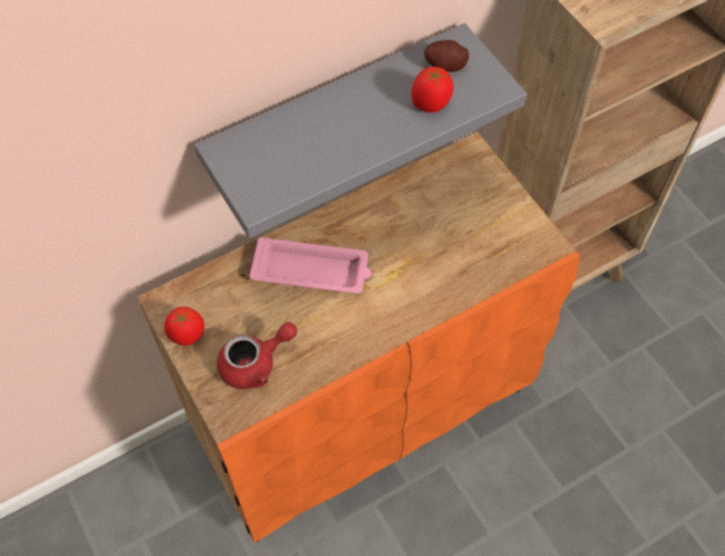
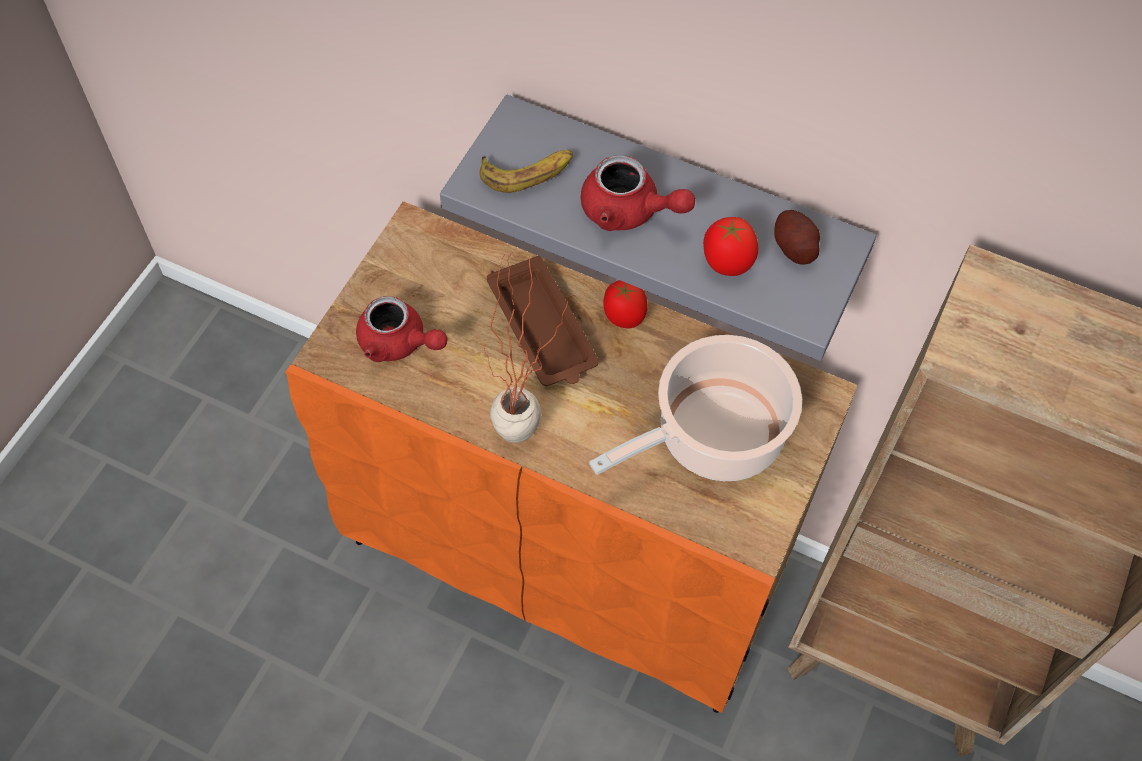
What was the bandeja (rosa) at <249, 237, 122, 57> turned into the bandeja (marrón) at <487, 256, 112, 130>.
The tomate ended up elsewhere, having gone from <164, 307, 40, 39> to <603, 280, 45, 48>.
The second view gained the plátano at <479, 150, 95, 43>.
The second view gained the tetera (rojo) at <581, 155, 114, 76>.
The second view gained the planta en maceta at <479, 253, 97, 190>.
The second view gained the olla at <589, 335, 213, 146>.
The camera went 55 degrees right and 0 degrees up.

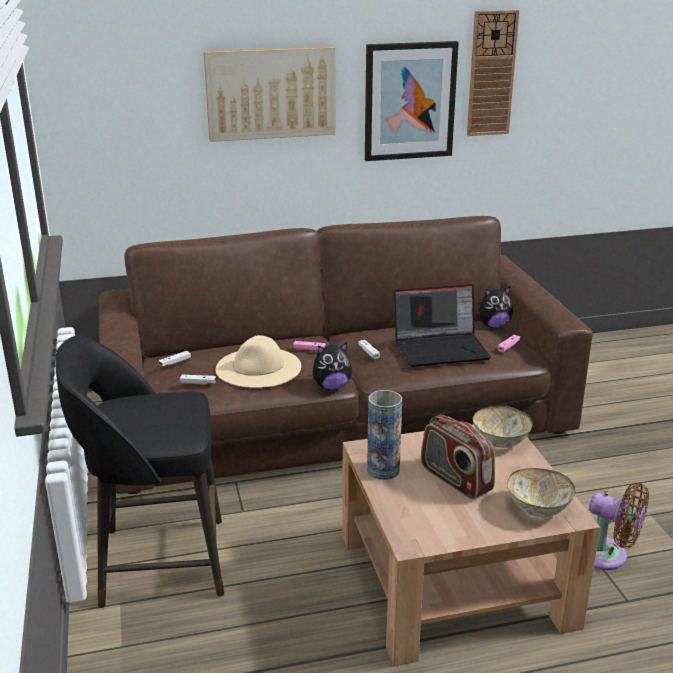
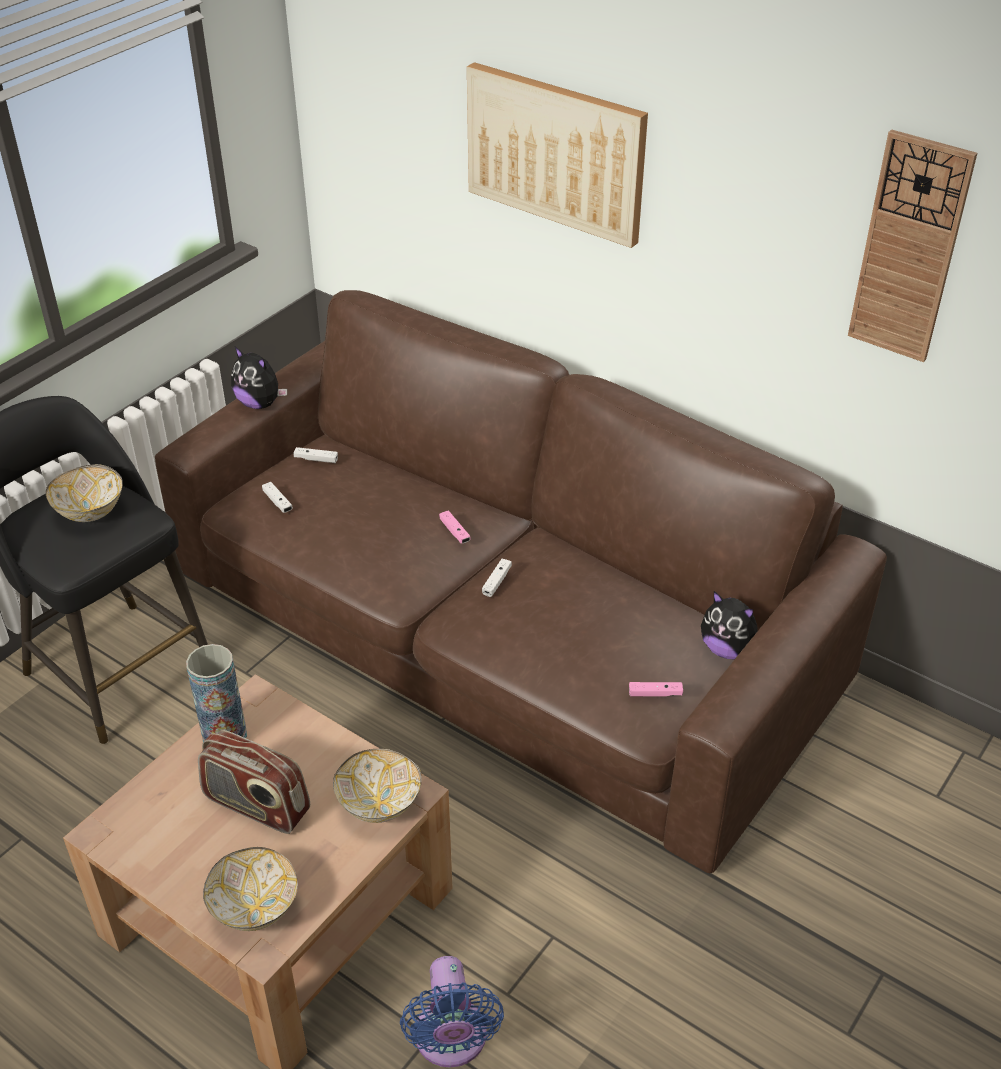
The second view lost the cuadro at <365, 41, 94, 120>.
The second view lost the portátil at <394, 284, 97, 83>.
The second view lost the sombrero (beis) at <216, 335, 85, 53>.
The peluche ended up elsewhere, having gone from <313, 342, 39, 48> to <231, 347, 56, 62>.
The radio at <421, 415, 74, 84> ended up facing another way, 75 degrees counterclockwise from before.
What was the ventilador (marrón) at <589, 483, 60, 87> turned into the ventilador (azul) at <400, 956, 104, 112>.
The second view gained the cuenco at <46, 464, 77, 58>.
The camera went 50 degrees right and 15 degrees up.

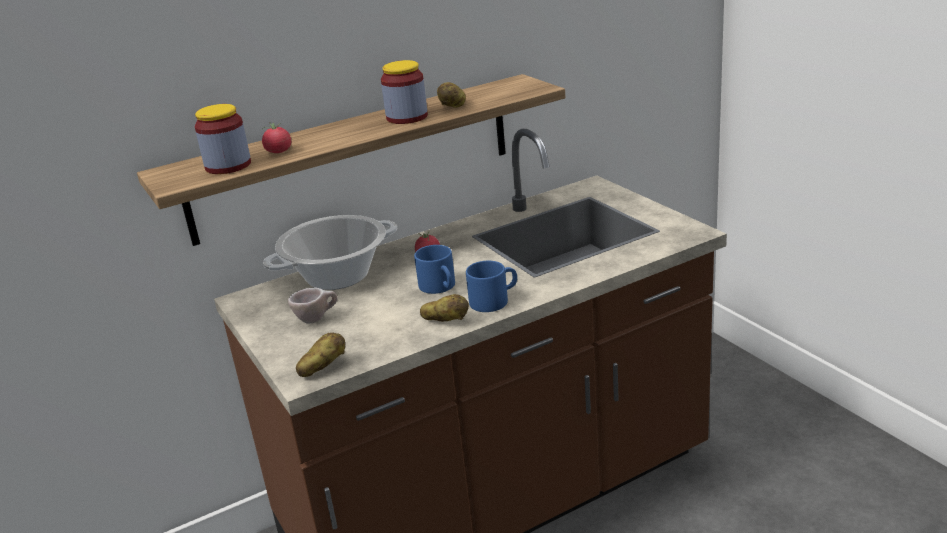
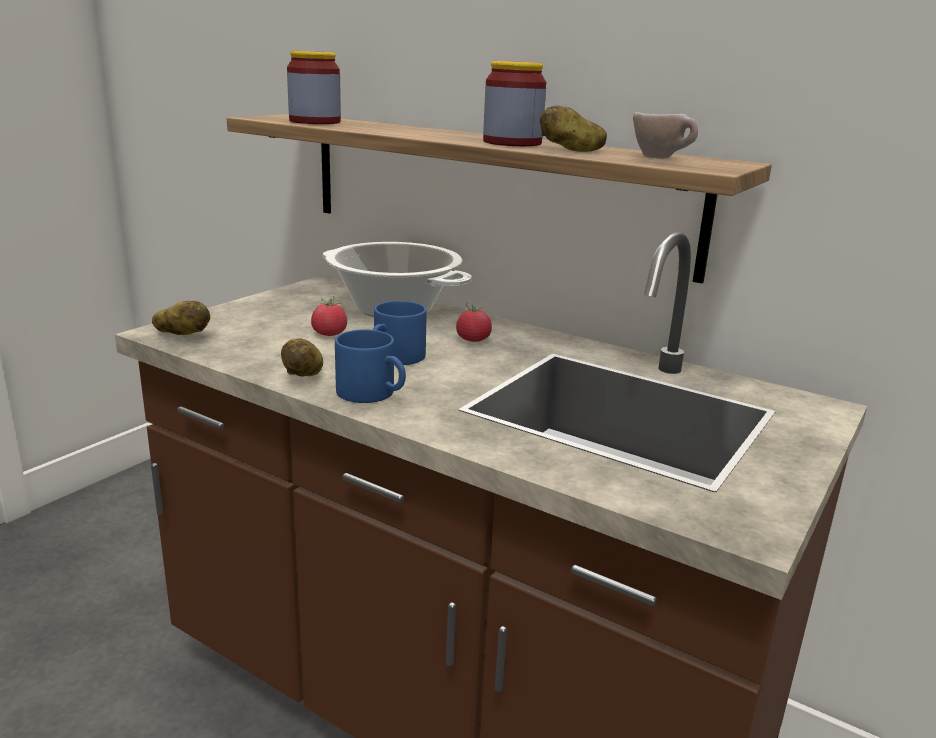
The tomate ended up elsewhere, having gone from <262, 123, 29, 30> to <311, 296, 36, 40>.
The taza (beis) ended up elsewhere, having gone from <288, 288, 49, 36> to <633, 112, 65, 47>.
The camera went 60 degrees right and 5 degrees down.

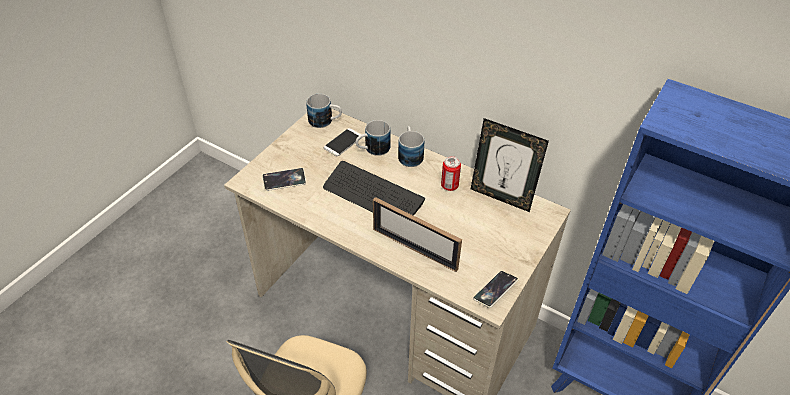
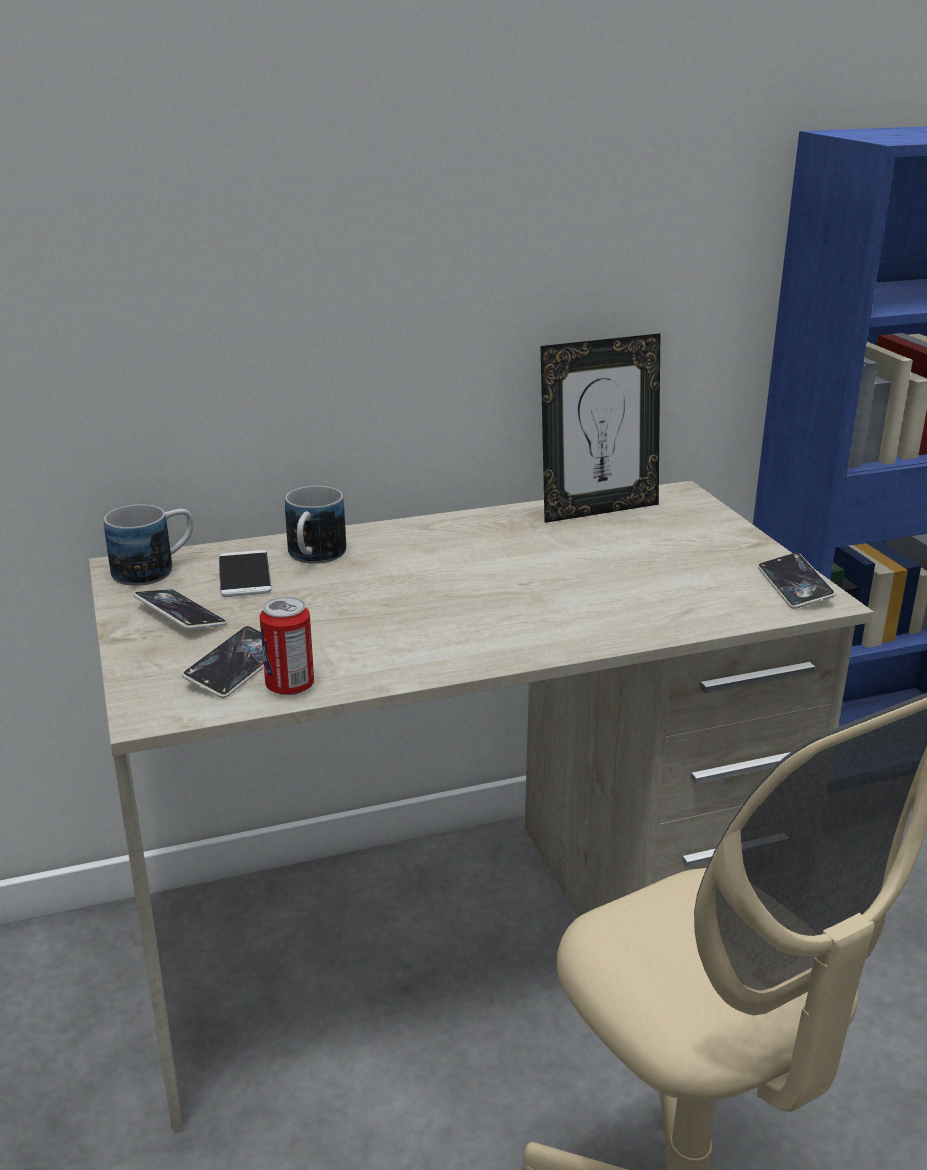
The second view lost the taza grande at <398, 126, 26, 41>.
The lata ended up elsewhere, having gone from <441, 156, 20, 35> to <260, 597, 54, 98>.
The second view lost the teclado at <323, 161, 102, 55>.
The second view lost the portarretratos at <373, 197, 89, 75>.
The second view gained the móvil at <133, 589, 94, 40>.
The camera went 50 degrees left and 20 degrees down.

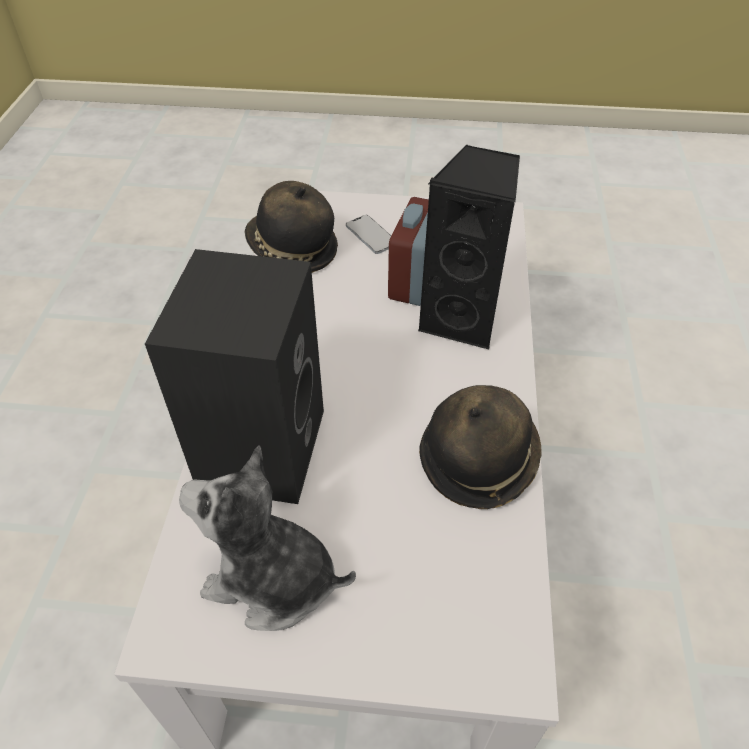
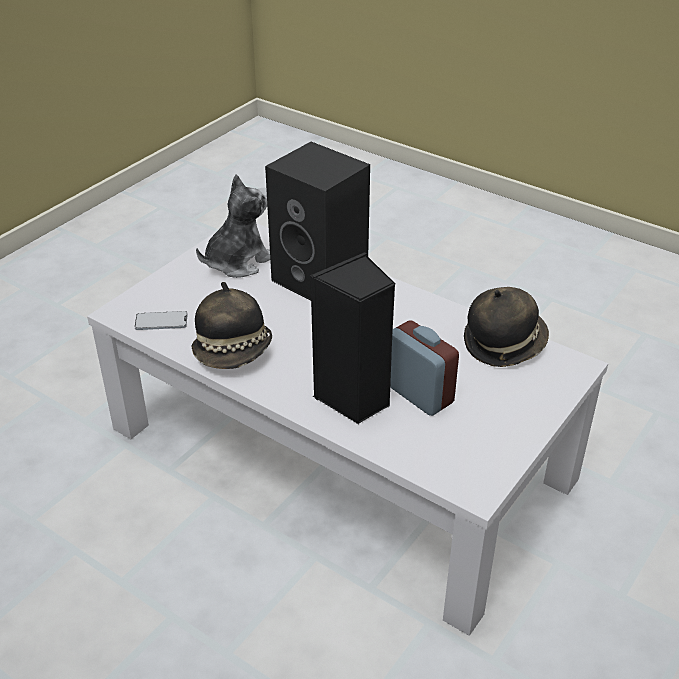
The móvil ended up elsewhere, having gone from <346, 215, 45, 39> to <135, 311, 53, 19>.
The camera went 120 degrees right and 10 degrees down.

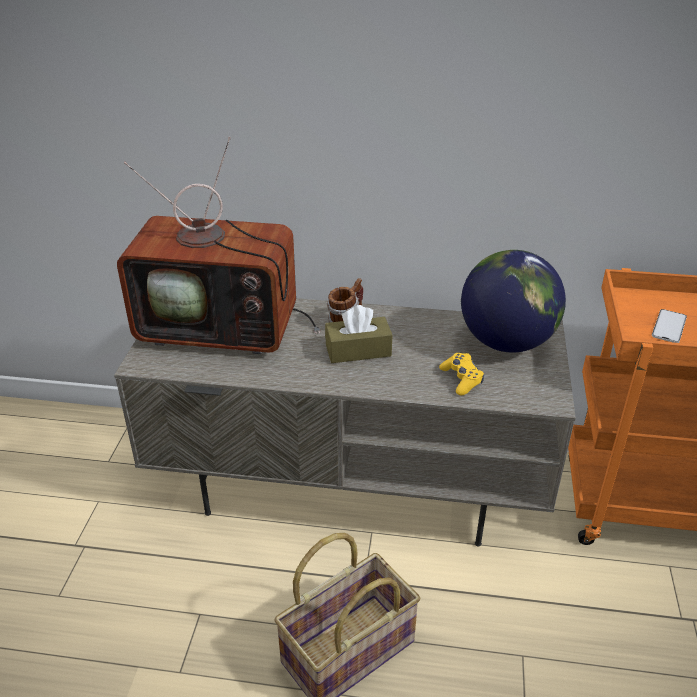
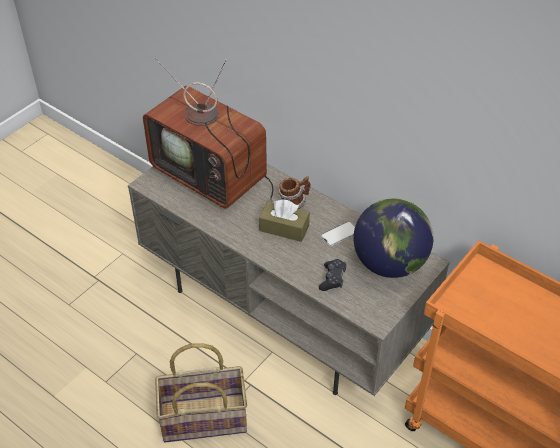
The móvil ended up elsewhere, having gone from <652, 309, 35, 34> to <320, 221, 35, 25>.
What was the mando de consola (amarillo) at <439, 353, 45, 42> turned into the mando de consola (negro) at <319, 259, 28, 32>.
The camera went 30 degrees right and 10 degrees up.

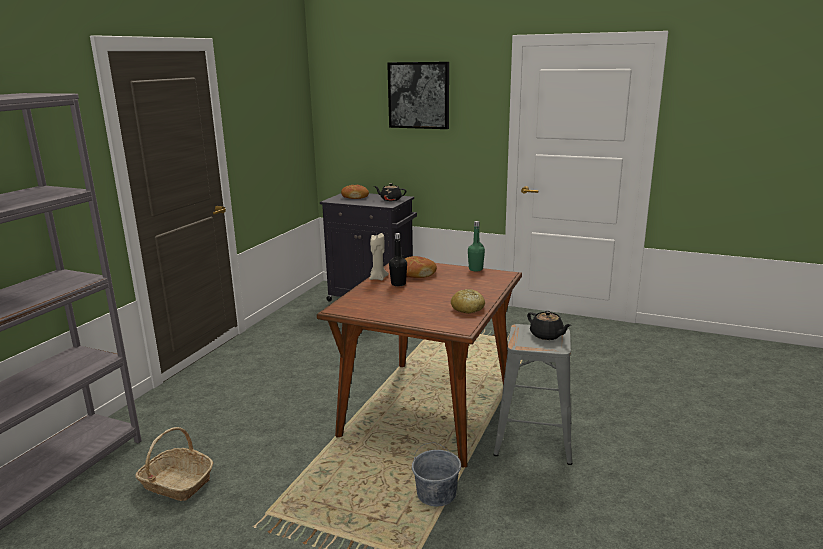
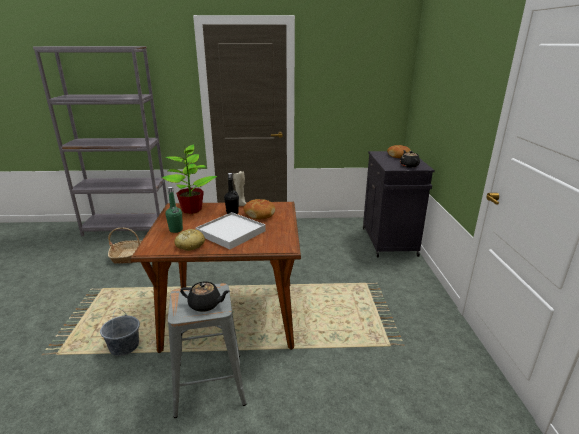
The second view lost the cuadro at <387, 62, 62, 67>.
The botella (verde) ended up elsewhere, having gone from <468, 221, 17, 50> to <166, 187, 17, 46>.
The tetera (negro) at <527, 311, 44, 29> ended up facing another way, 105 degrees counterclockwise from before.
The second view gained the planta en maceta at <162, 143, 55, 71>.
The second view gained the bandeja (blanco) at <195, 212, 71, 37>.
The camera went 65 degrees right and 5 degrees up.

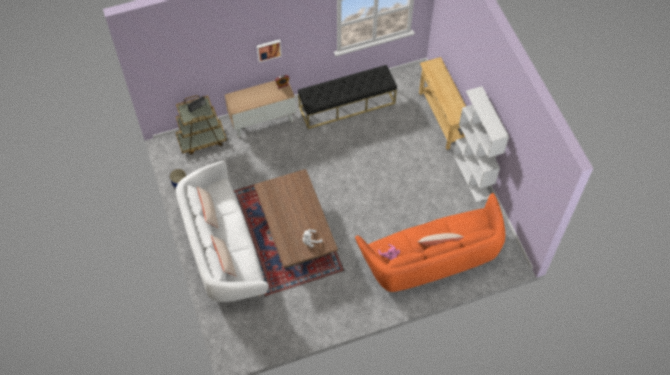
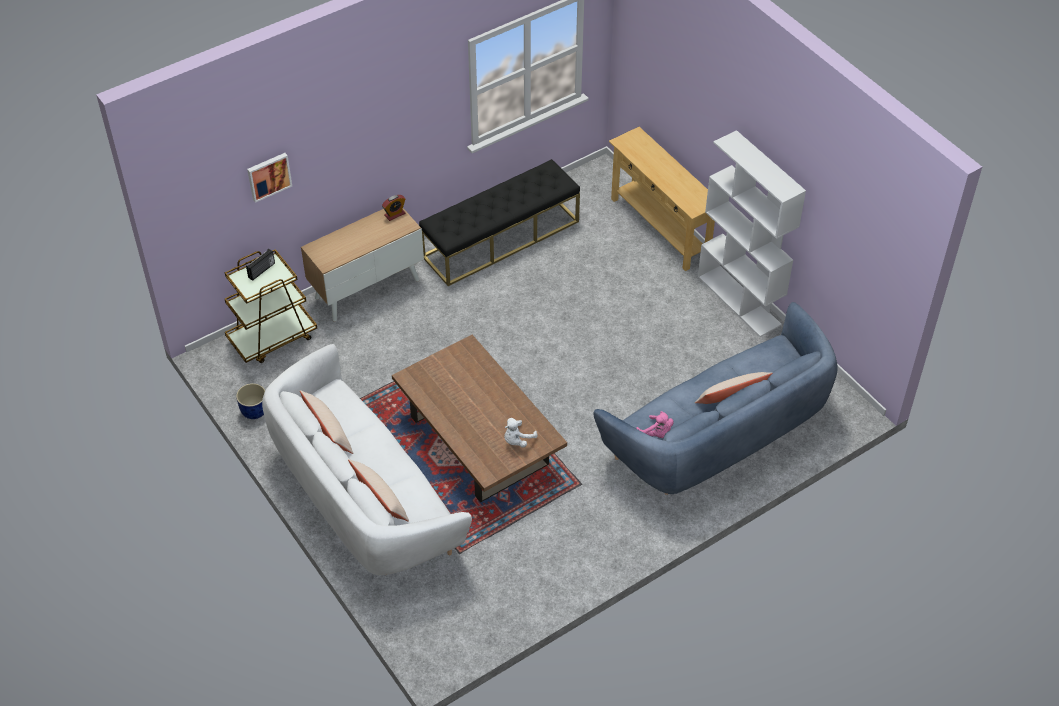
The cuadro ended up elsewhere, having gone from <257, 39, 25, 24> to <247, 153, 45, 50>.
What was the sofá (naranja) at <355, 193, 150, 99> turned into the sofá (azul) at <593, 302, 245, 193>.
The camera went 15 degrees left and 10 degrees down.

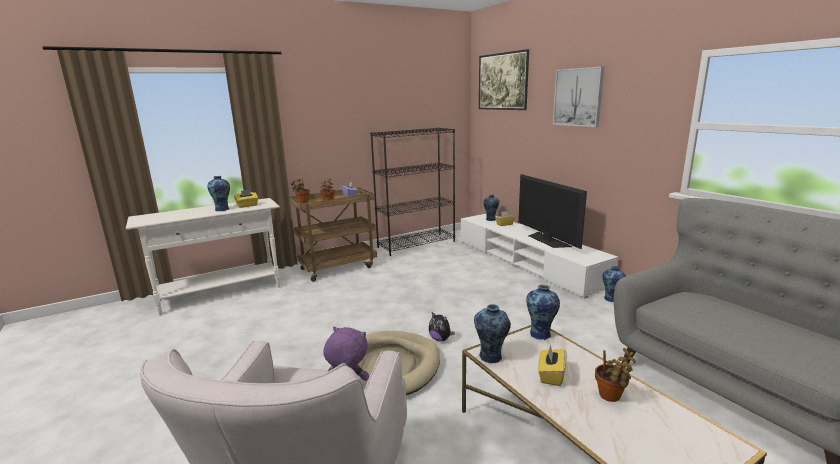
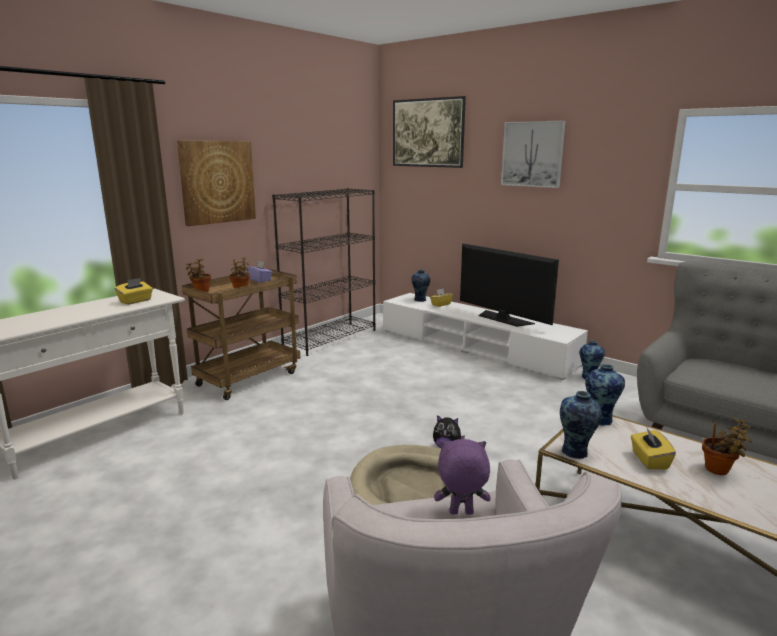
The second view lost the florero at <208, 176, 22, 35>.
The second view gained the cuadro at <177, 141, 79, 85>.
The camera went 20 degrees left and 0 degrees up.

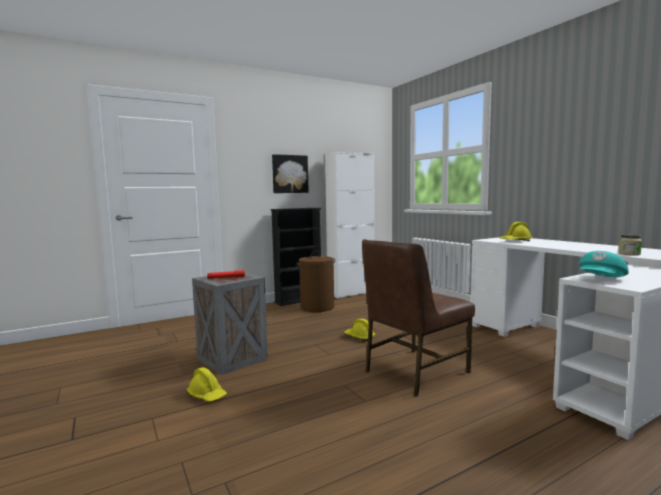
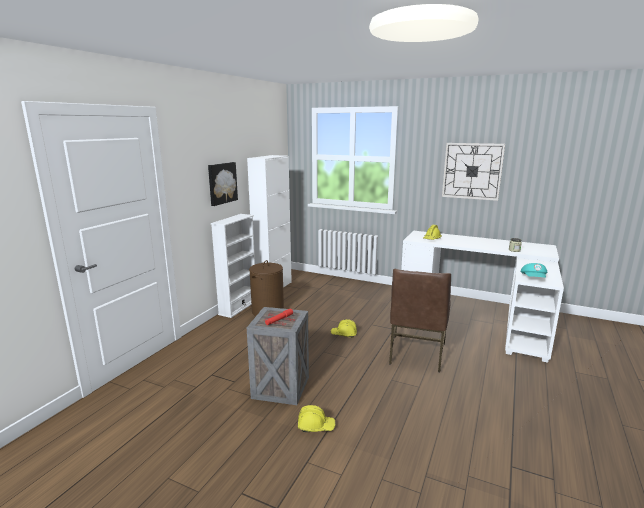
What was the estantería (negro) at <271, 208, 50, 98> turned into the estantería (blanco) at <211, 214, 44, 104>.
The second view gained the reloj de pared at <442, 143, 63, 58>.
The camera went 35 degrees left and 10 degrees up.

